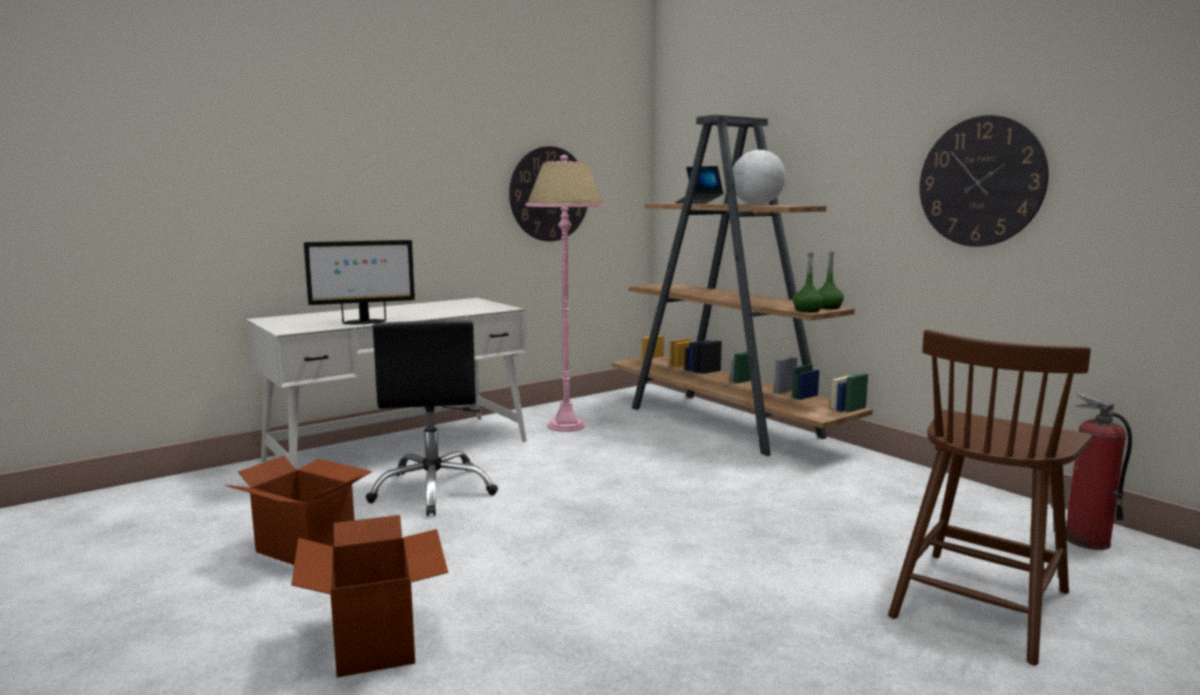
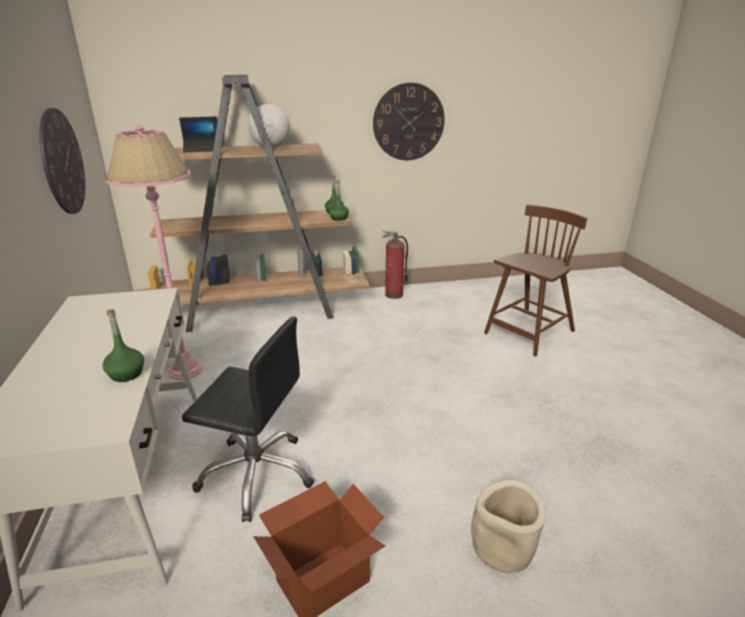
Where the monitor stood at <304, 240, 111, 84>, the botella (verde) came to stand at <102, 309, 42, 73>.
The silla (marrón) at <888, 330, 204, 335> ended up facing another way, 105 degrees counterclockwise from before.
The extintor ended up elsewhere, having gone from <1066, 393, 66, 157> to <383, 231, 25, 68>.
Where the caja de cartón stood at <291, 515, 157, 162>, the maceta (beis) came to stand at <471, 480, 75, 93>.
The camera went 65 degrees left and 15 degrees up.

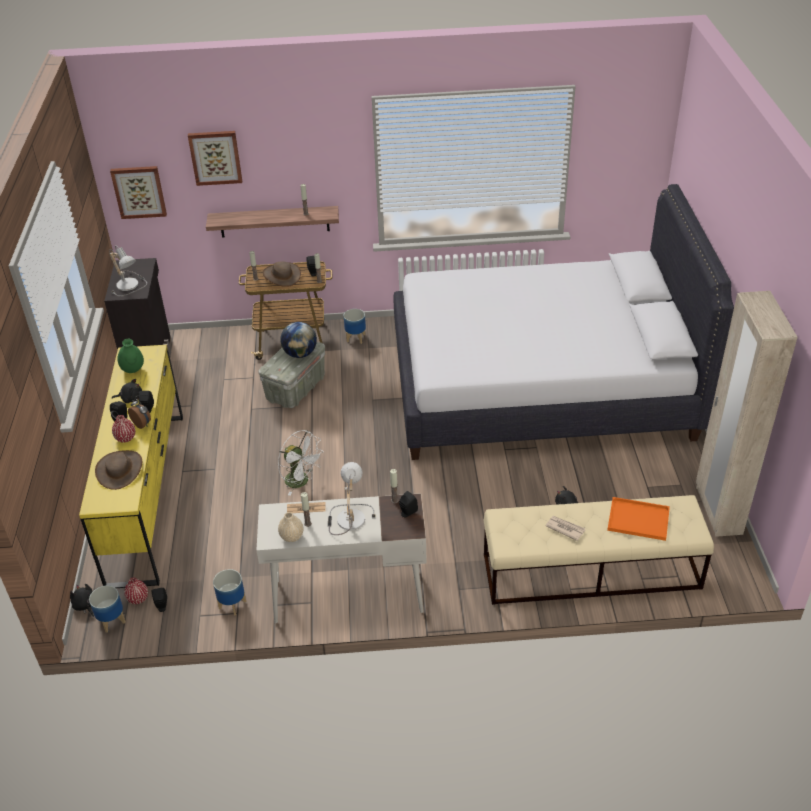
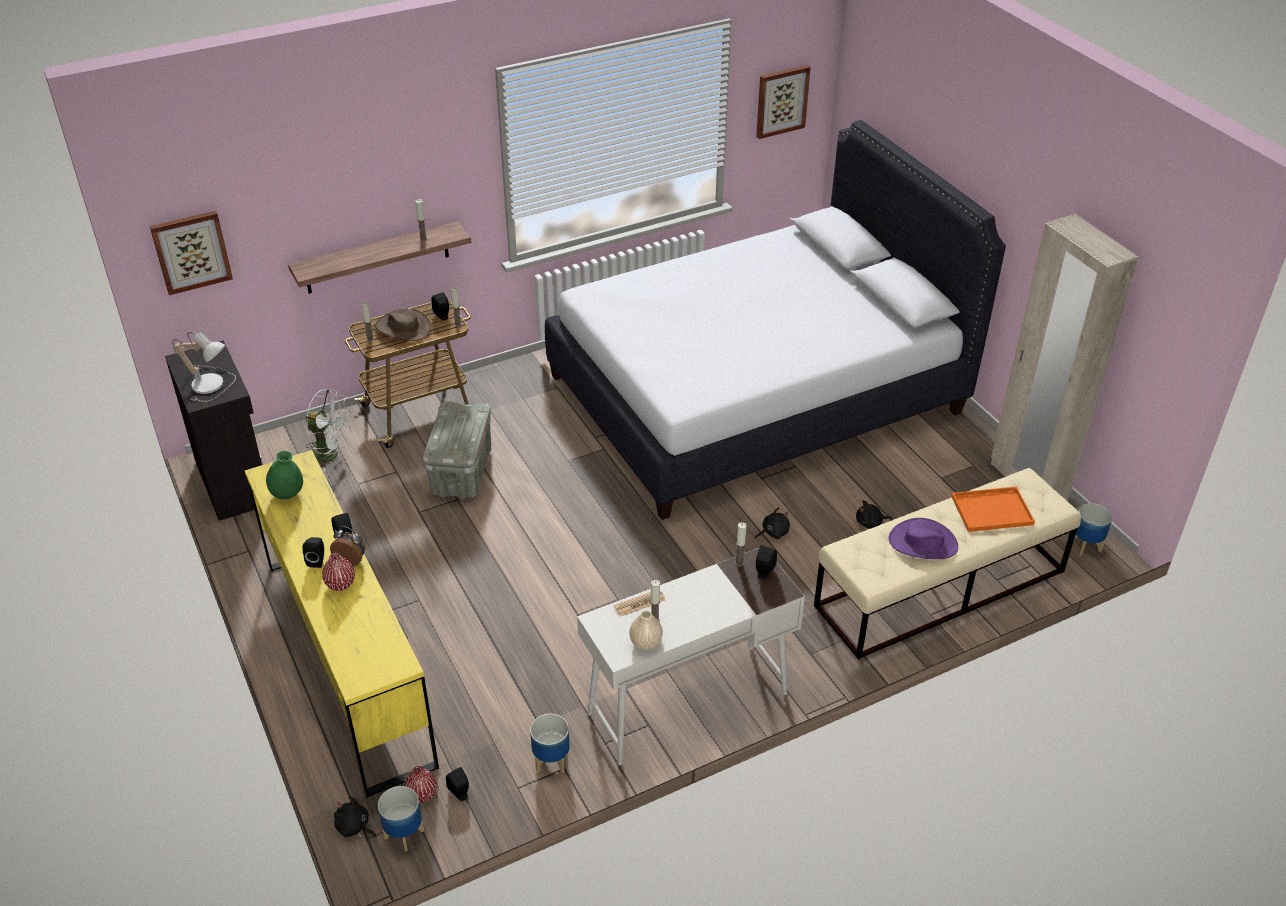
The cuadro ended up elsewhere, having gone from <188, 131, 54, 55> to <756, 65, 55, 74>.
The maceta ended up elsewhere, having gone from <344, 309, 22, 35> to <1074, 503, 39, 53>.
The second view lost the globo terráqueo at <281, 322, 36, 36>.
The peluche (negro) ended up elsewhere, having gone from <112, 379, 30, 24> to <755, 507, 35, 32>.
The ventilador (blanco) ended up elsewhere, having gone from <278, 430, 46, 66> to <306, 389, 45, 83>.
The second view lost the sombrero (marrón) at <95, 450, 47, 40>.
The second view lost the lámpara de mesa at <328, 462, 48, 73>.
Where the periódico stood at <545, 516, 40, 25>, the sombrero (morado) came to stand at <889, 518, 69, 41>.
The camera went 25 degrees left and 0 degrees up.

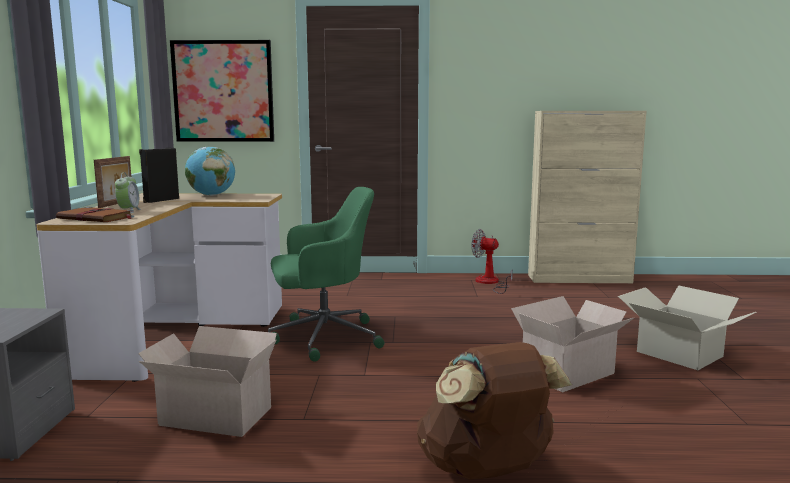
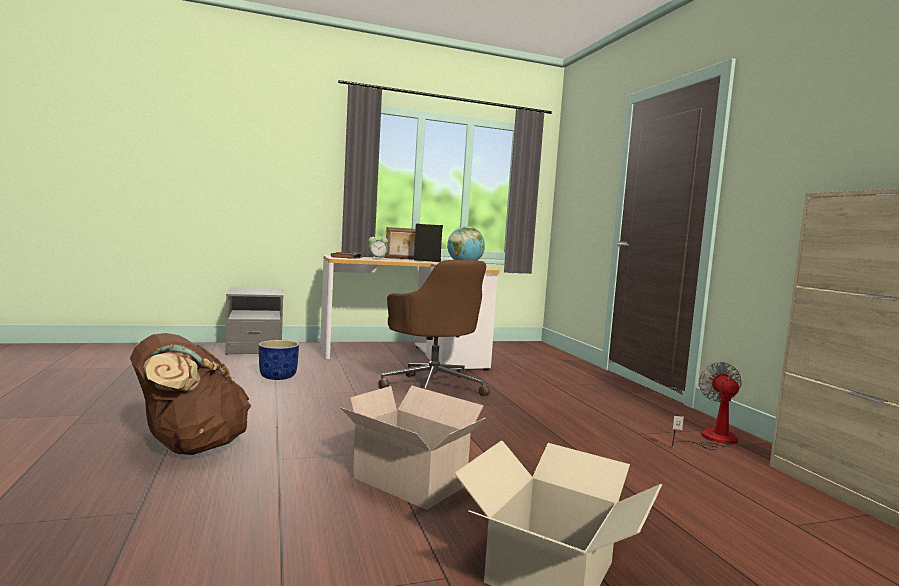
The second view lost the cuadro at <170, 40, 104, 102>.
What was the silla de oficina (verde) at <268, 187, 116, 175> turned into the silla de oficina (marrón) at <379, 260, 111, 136>.
Where the caja de cartón stood at <138, 326, 139, 111>, the maceta (azul) came to stand at <259, 340, 40, 40>.
The camera went 70 degrees right and 5 degrees down.

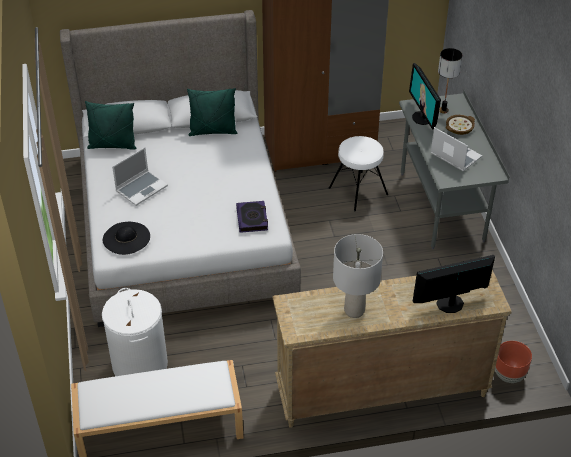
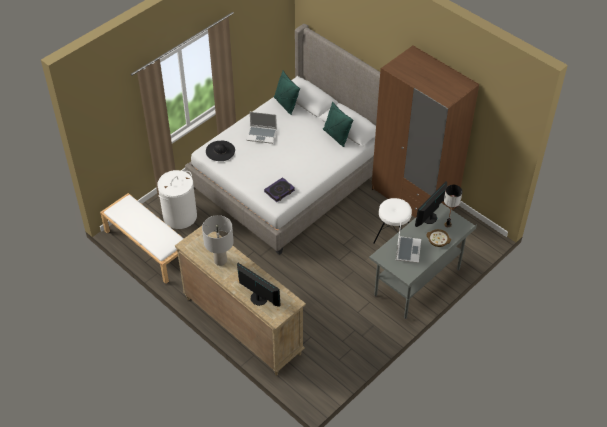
The second view lost the maceta (marrón) at <495, 341, 37, 42>.
The camera went 55 degrees right and 5 degrees up.

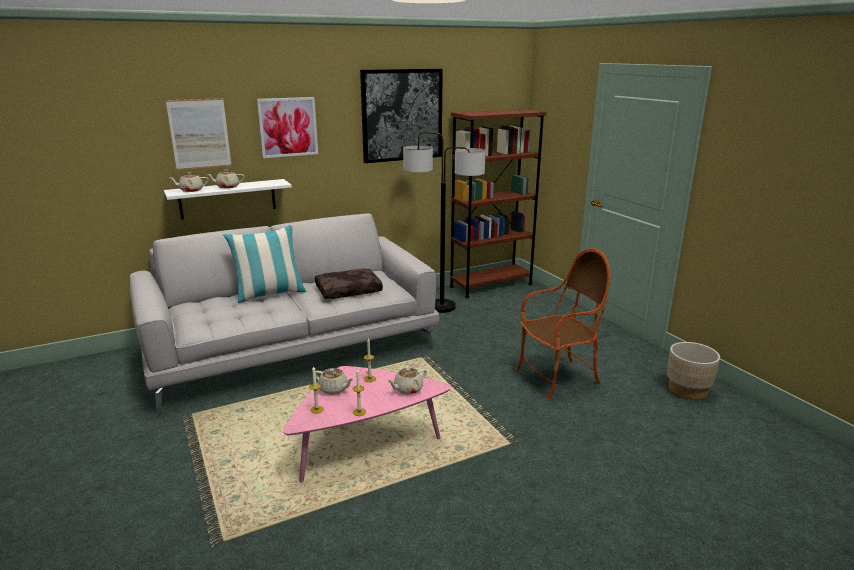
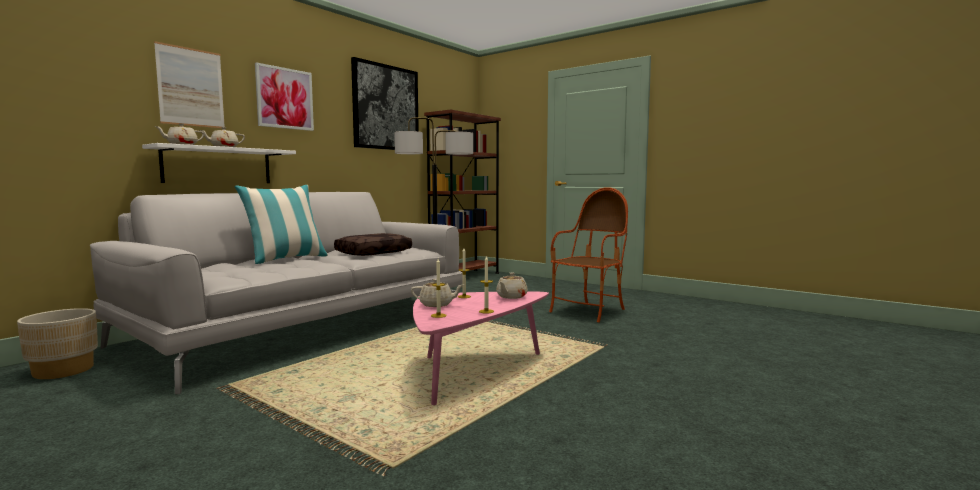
The maceta (beis) ended up elsewhere, having gone from <667, 342, 53, 58> to <17, 308, 81, 71>.
The camera went 25 degrees left and 15 degrees down.

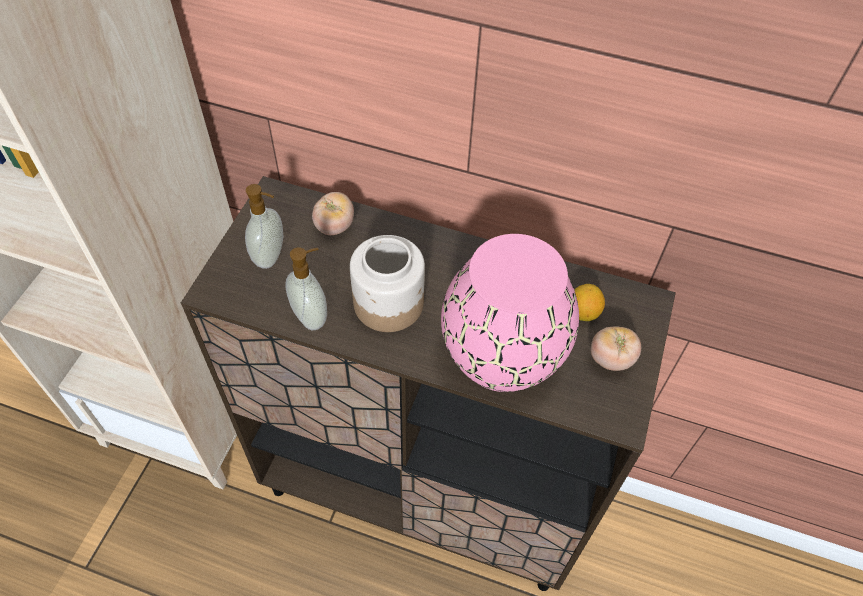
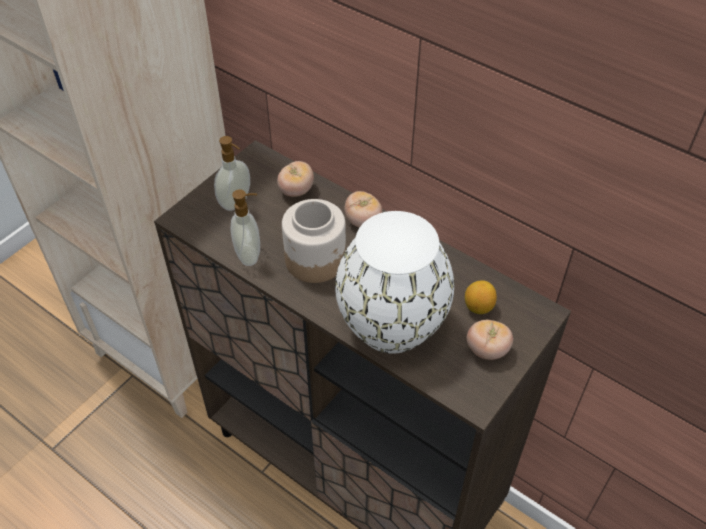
What was the florero (rosa) at <441, 234, 138, 158> turned into the florero (blanco) at <335, 211, 119, 143>.
The second view gained the tomate at <344, 191, 38, 37>.
The camera went 20 degrees right and 5 degrees down.

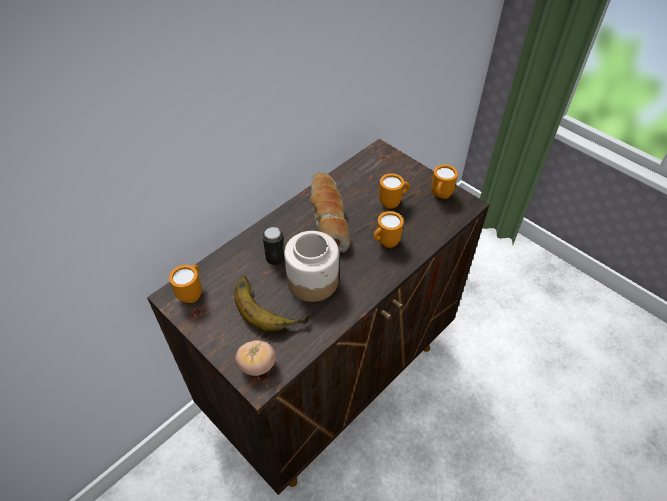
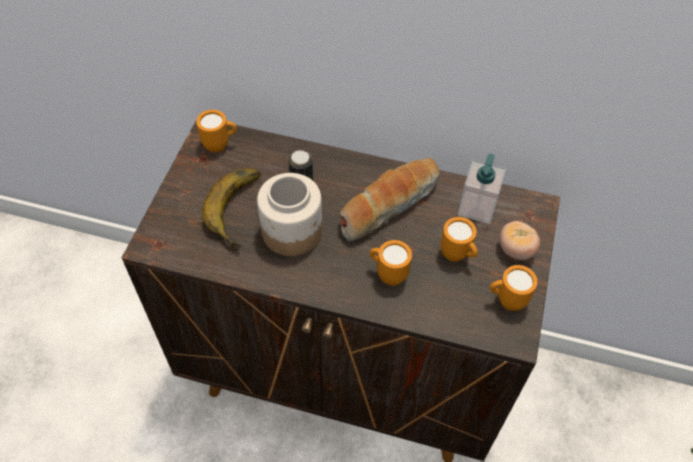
The tomate ended up elsewhere, having gone from <235, 340, 41, 36> to <500, 221, 40, 39>.
The second view gained the dispensador de jabón at <458, 154, 48, 70>.
The camera went 60 degrees right and 5 degrees up.

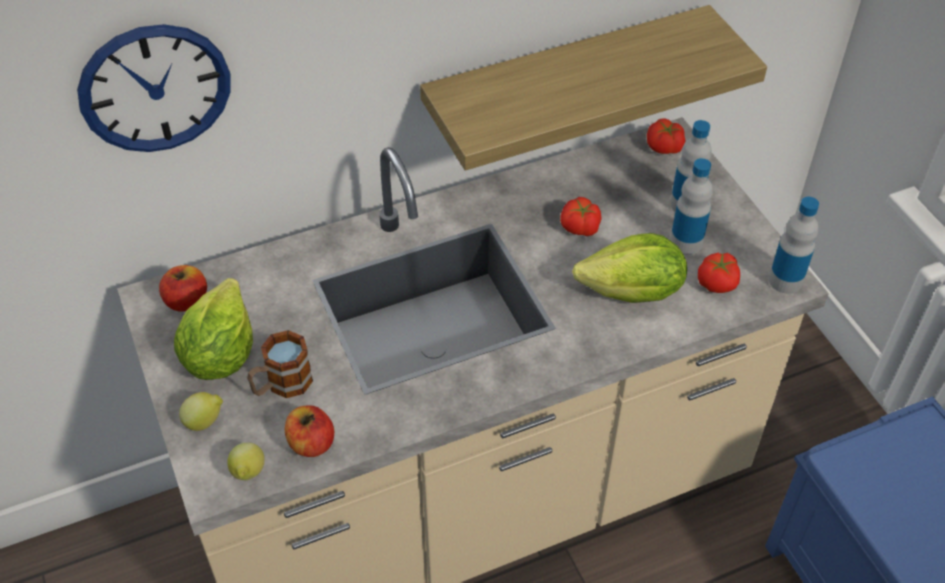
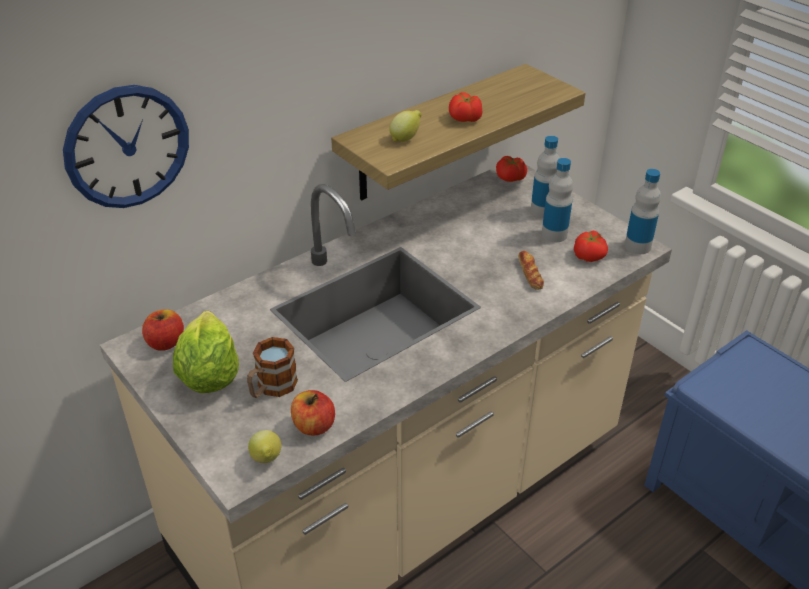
The tomate ended up elsewhere, having gone from <560, 197, 42, 39> to <449, 92, 33, 30>.
Where the lechuga stood at <572, 233, 115, 70>, the pan came to stand at <518, 251, 26, 39>.
The limón ended up elsewhere, having gone from <179, 392, 44, 39> to <389, 110, 33, 32>.
The camera went 15 degrees left and 10 degrees down.

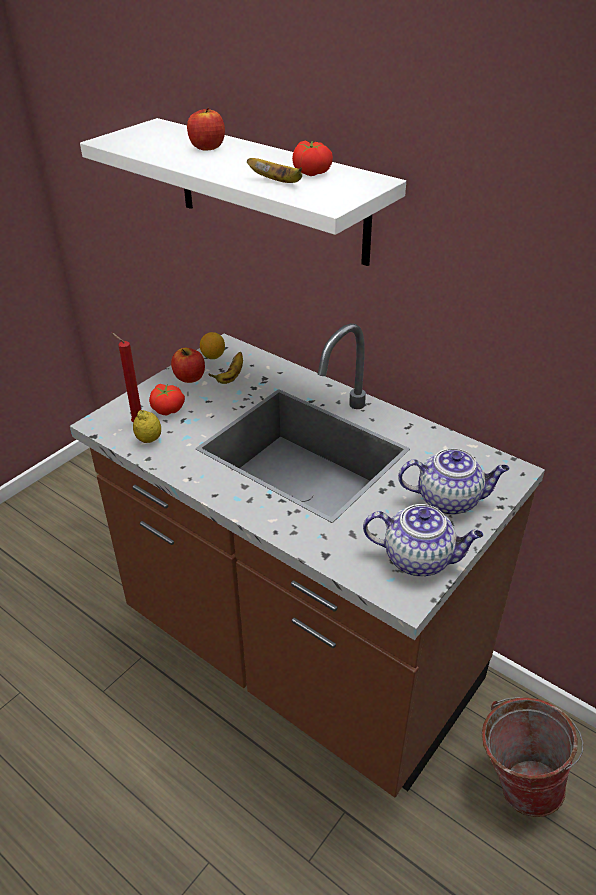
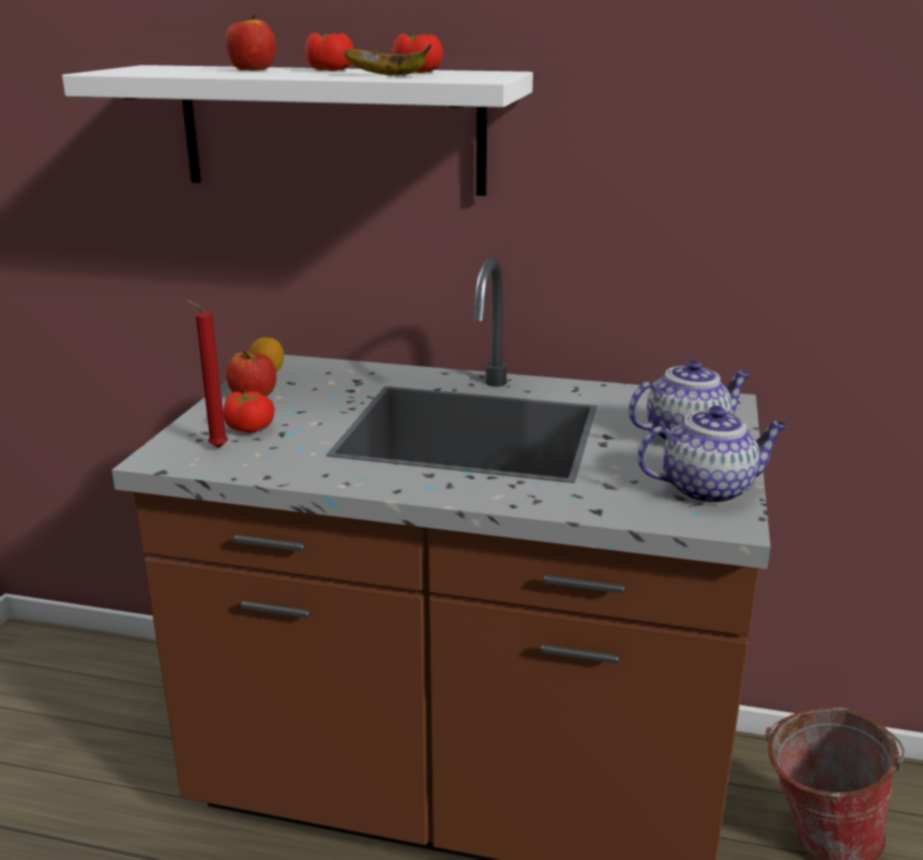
The second view lost the plátano at <208, 352, 35, 32>.
The second view lost the limón at <133, 410, 28, 33>.
The second view gained the tomate at <305, 33, 49, 38>.
The camera went 25 degrees left and 15 degrees down.

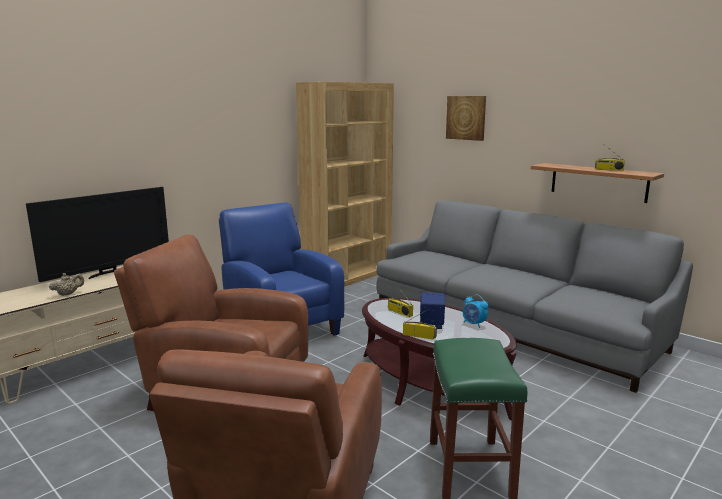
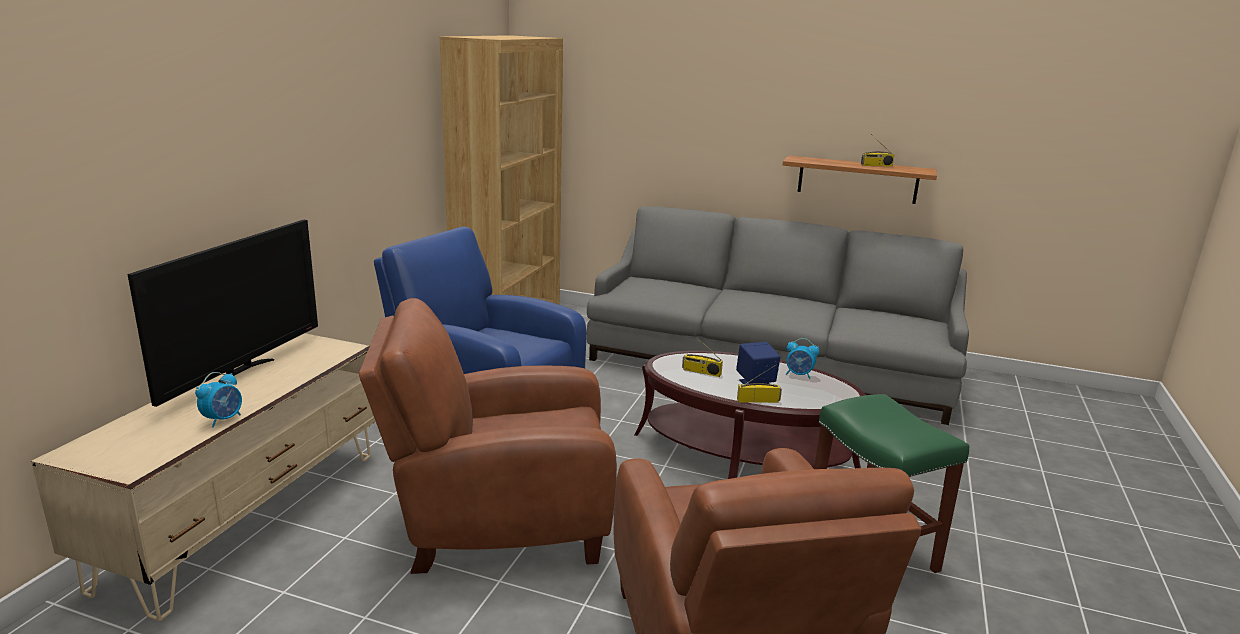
The second view lost the cuadro at <446, 96, 40, 45>.
Where the tetera (beis) stood at <49, 273, 35, 23>, the despertador came to stand at <195, 372, 47, 56>.
The camera went 25 degrees left and 5 degrees up.

